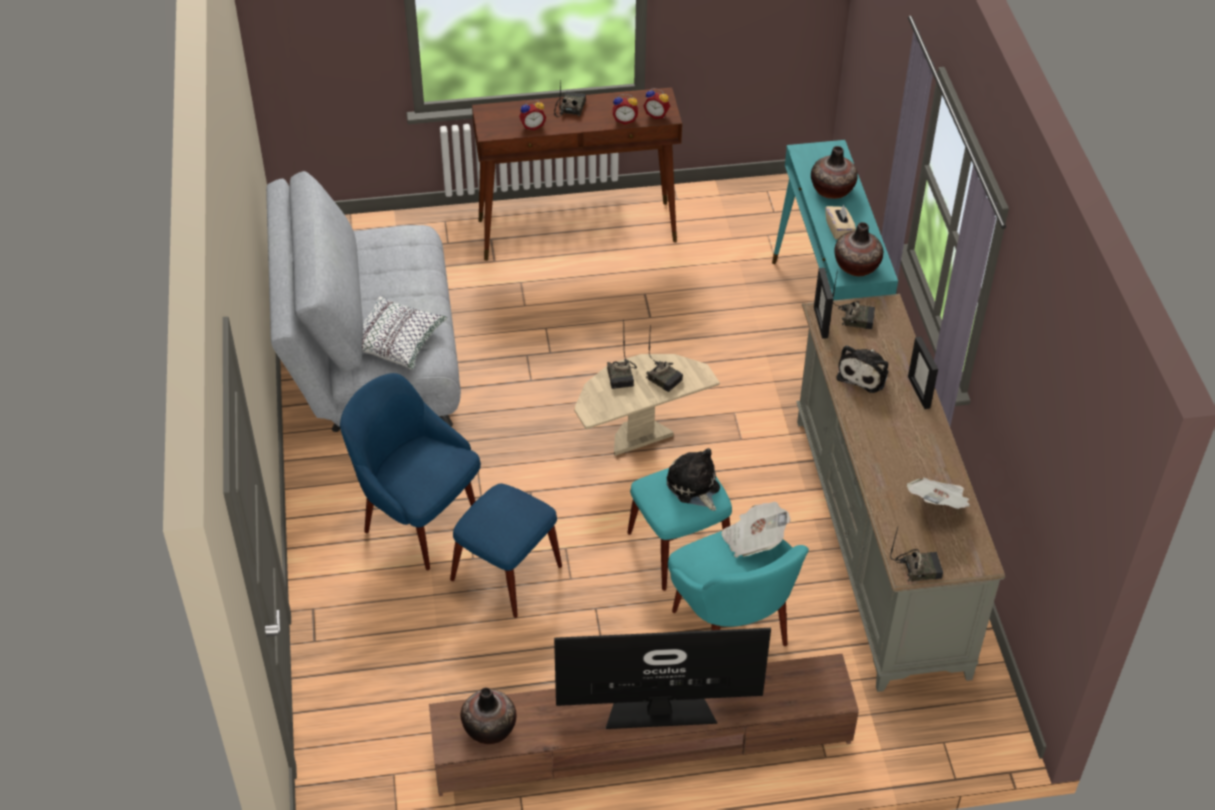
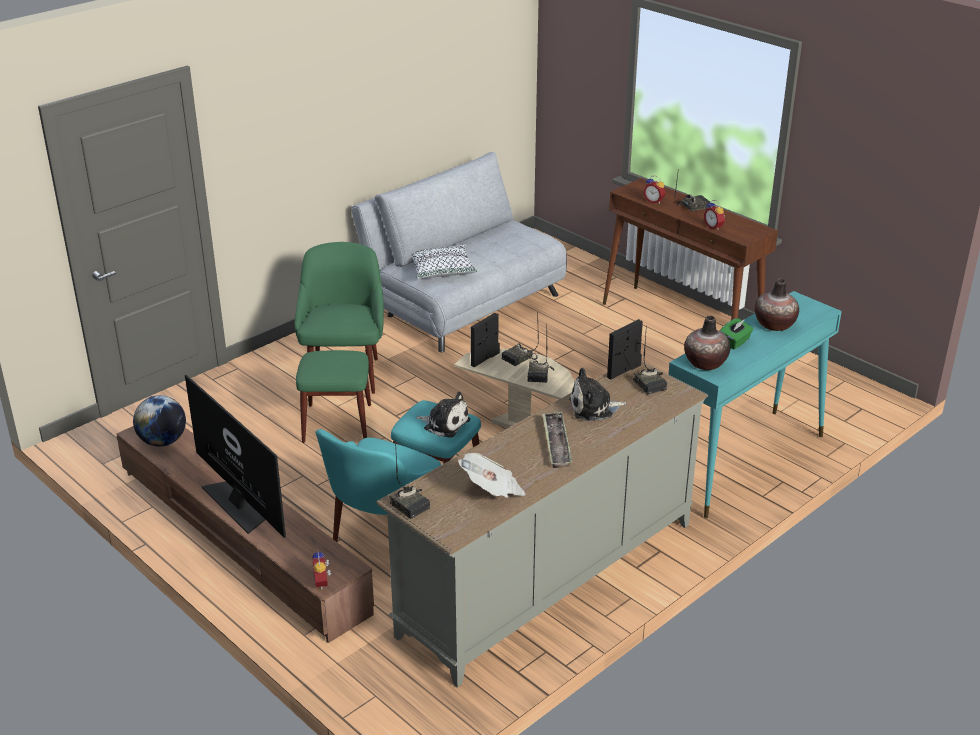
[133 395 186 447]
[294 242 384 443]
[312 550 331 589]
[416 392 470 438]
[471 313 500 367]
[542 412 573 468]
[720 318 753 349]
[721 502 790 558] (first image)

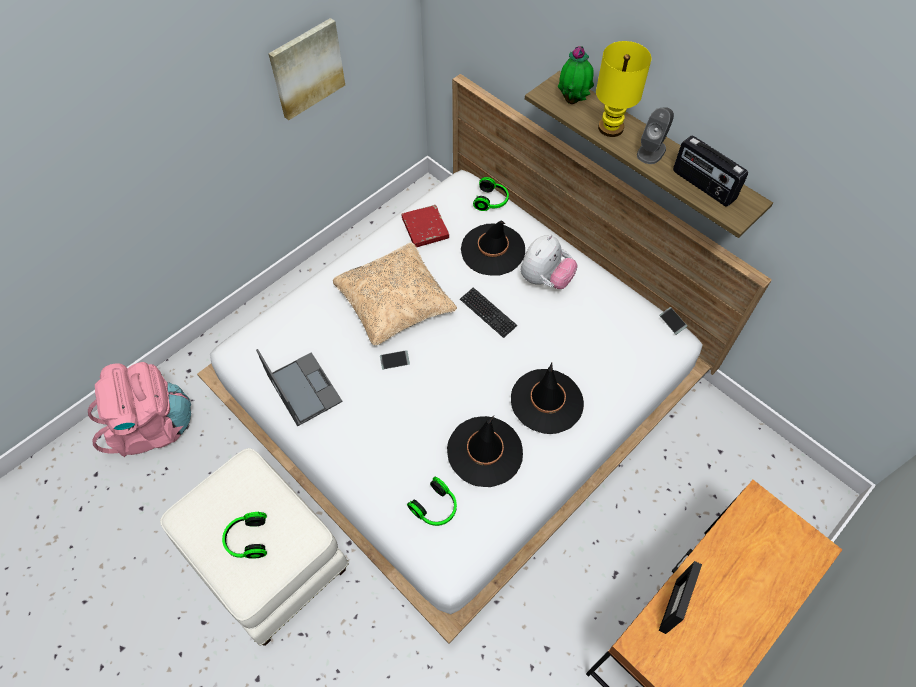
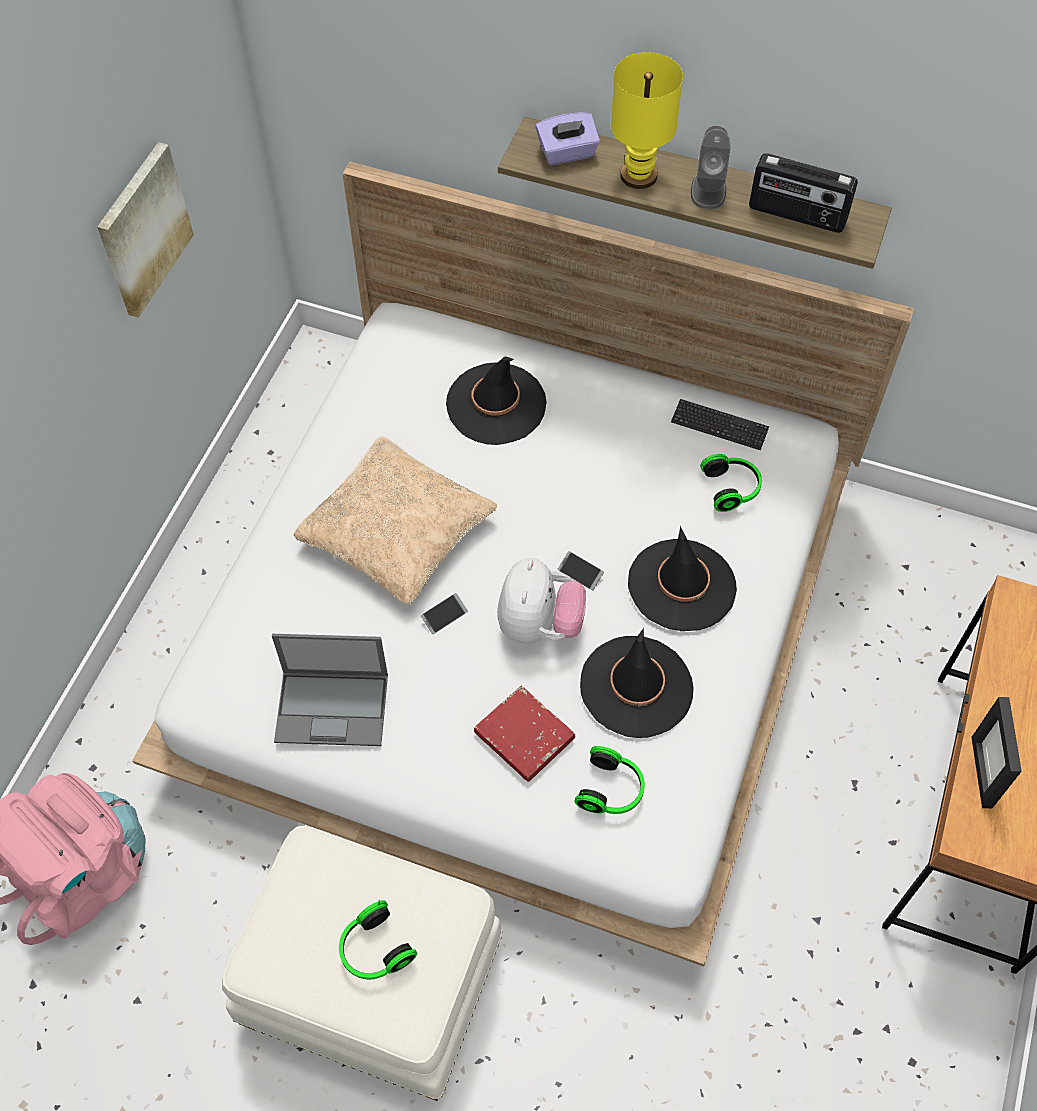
[272 634 388 746]
[474 685 575 782]
[497 558 586 643]
[536 112 600 165]
[558 551 604 590]
[671 399 769 450]
[700 454 762 512]

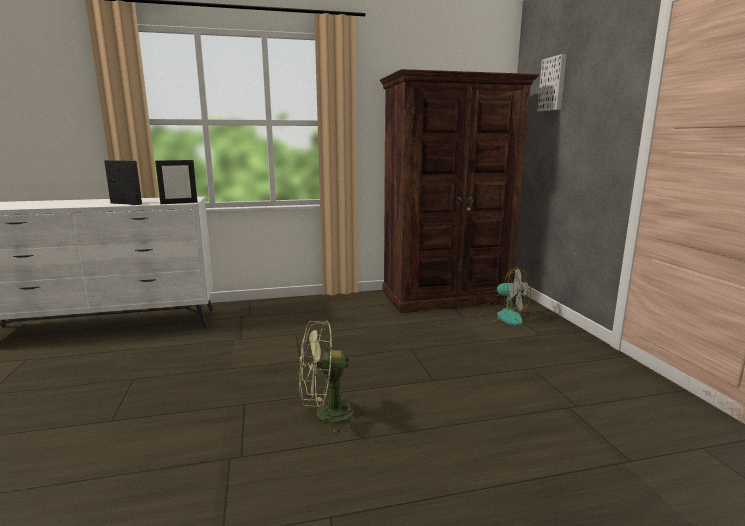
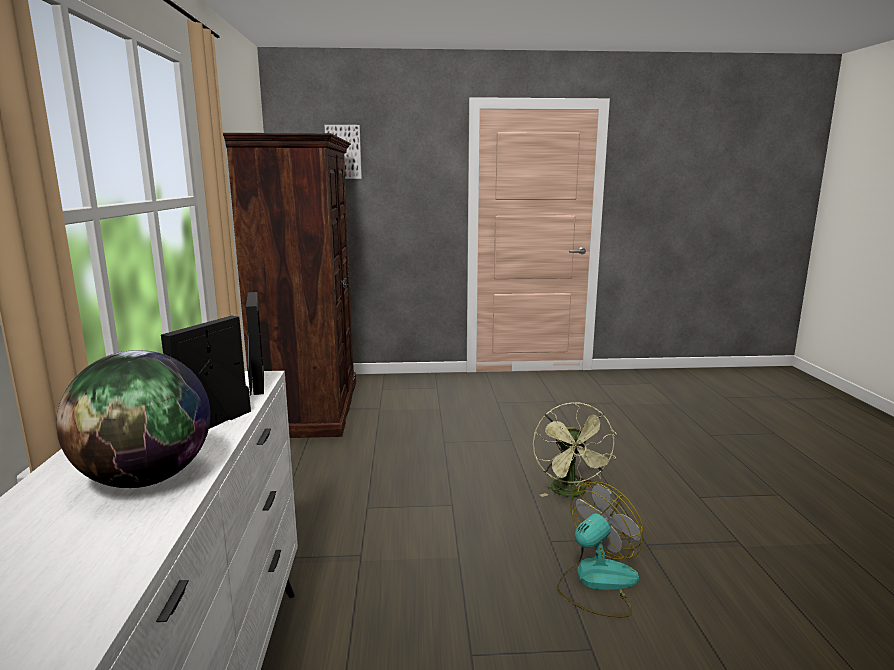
[56 350 210 488]
[557 482 644 617]

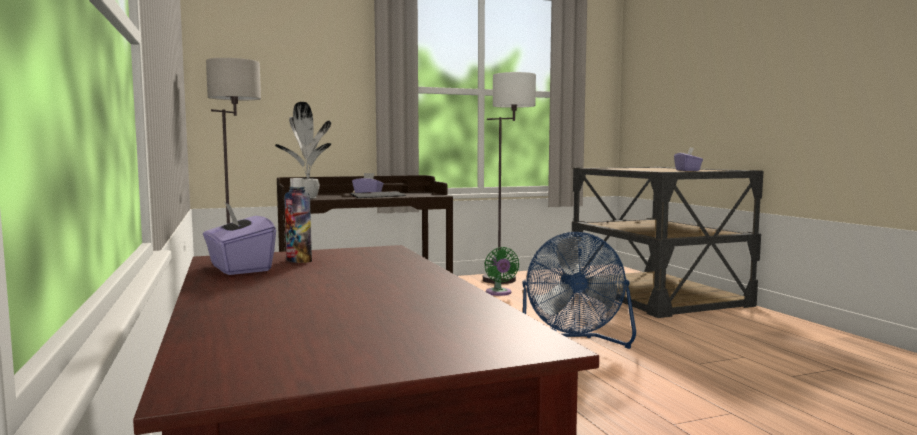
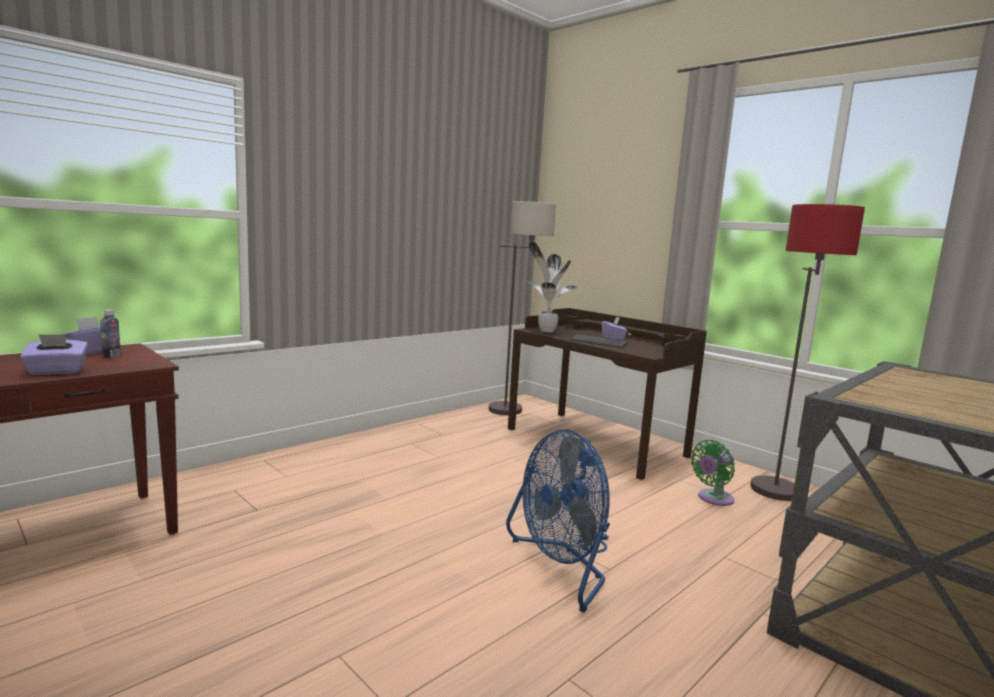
[20 334 88 375]
[750 204 865 501]

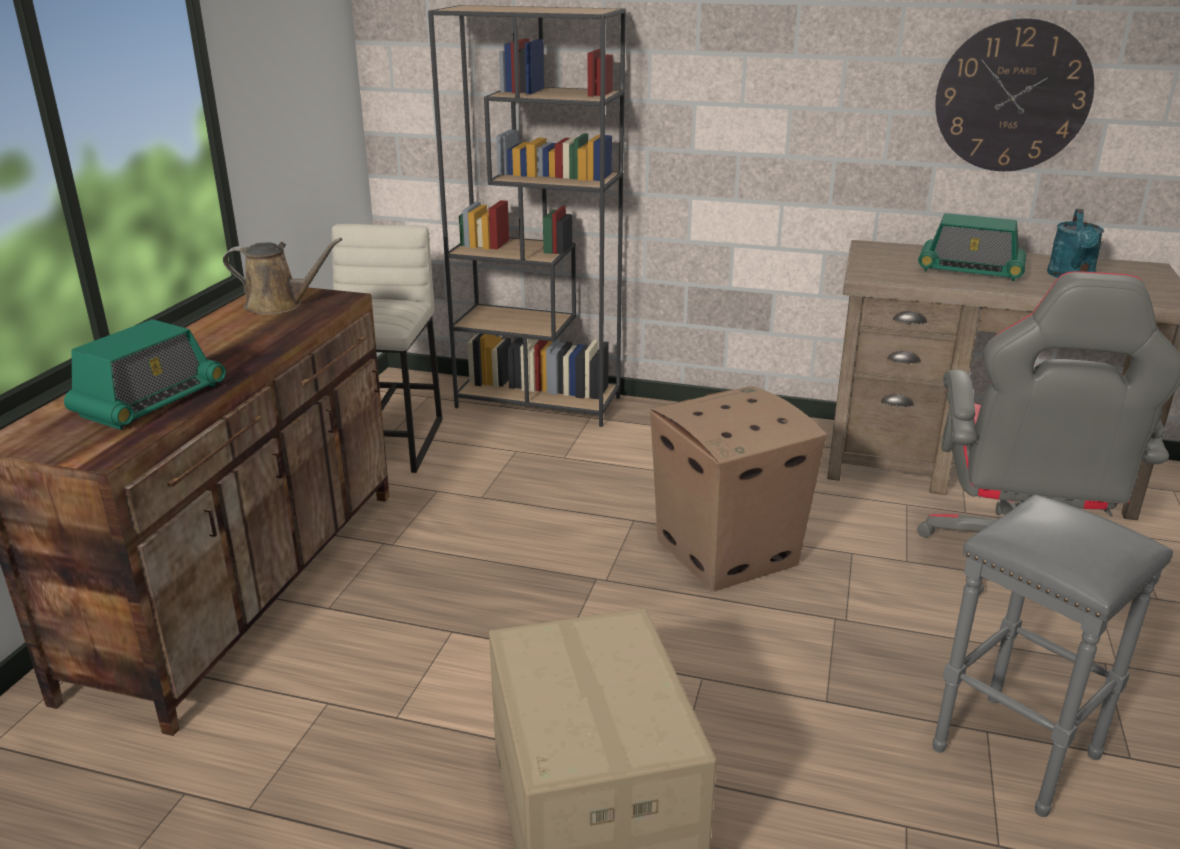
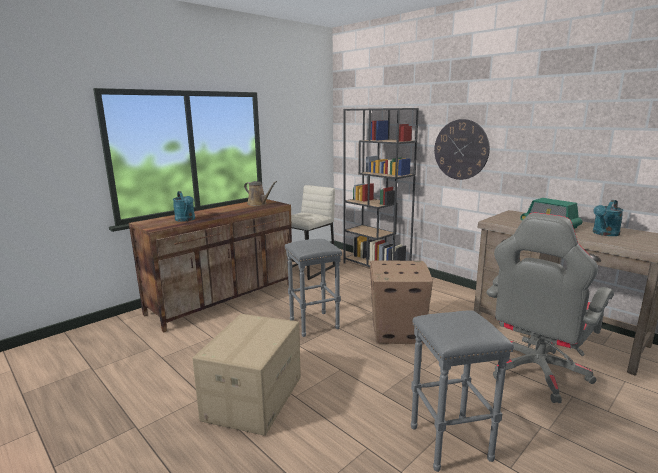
[173 191 195 222]
[285 239 342 337]
[434 119 490 180]

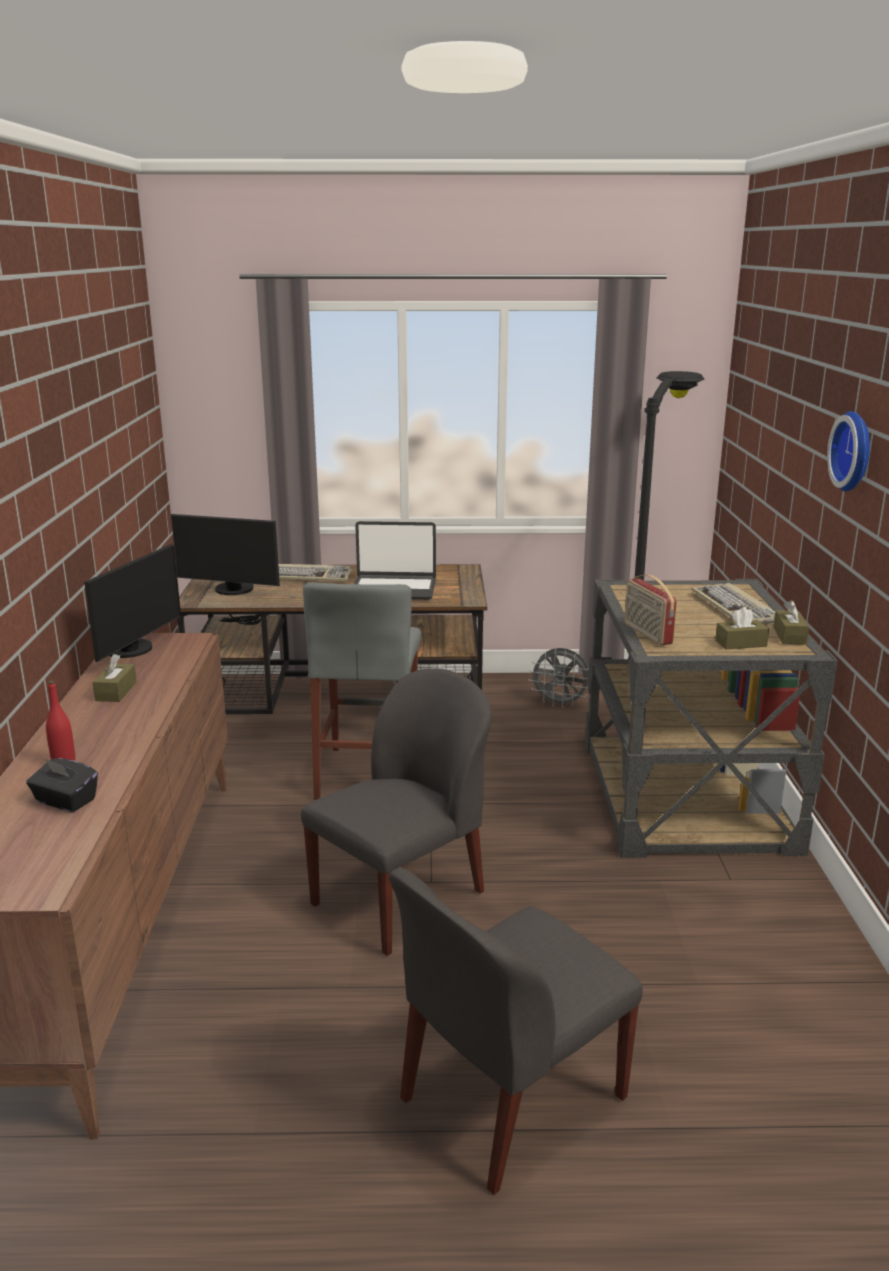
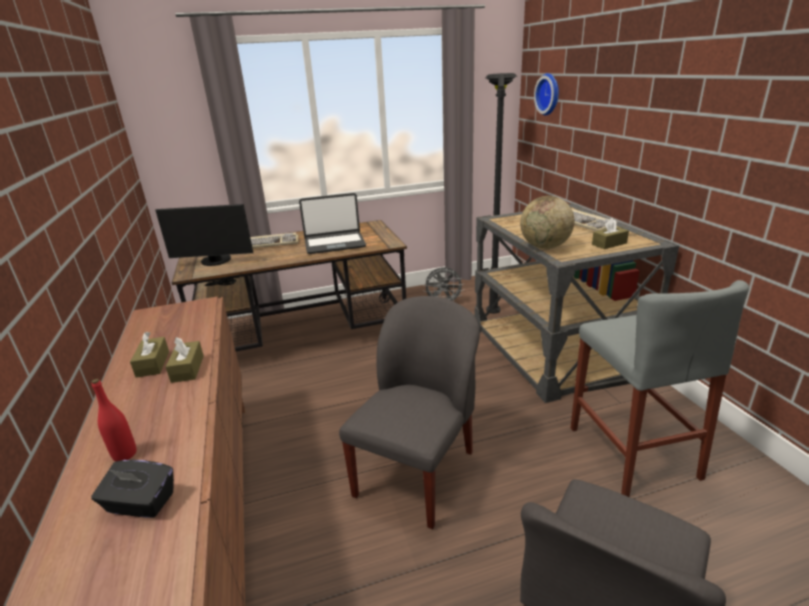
[166 337 204 383]
[520 196 574 249]
[534 73 559 116]
[571 280 749 497]
[84 544 181 662] (first image)

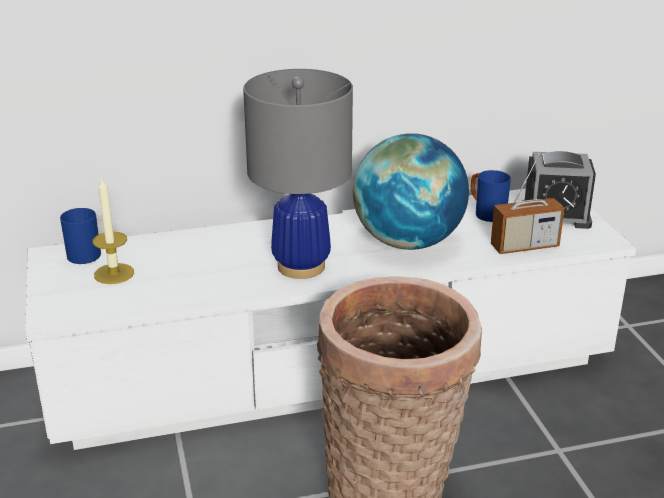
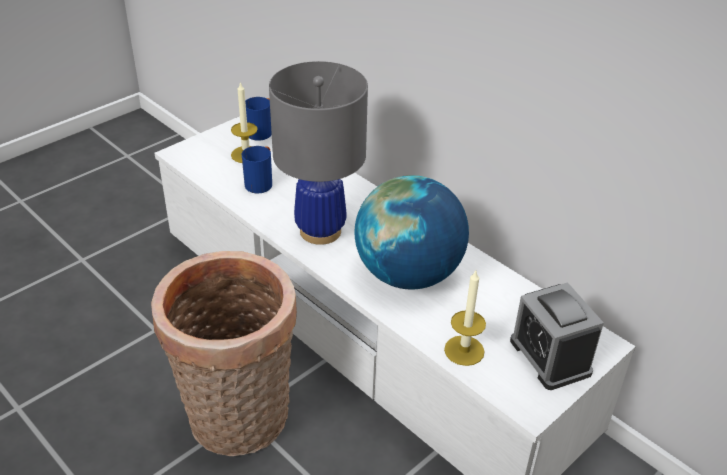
[242 146 272 193]
[444 271 486 366]

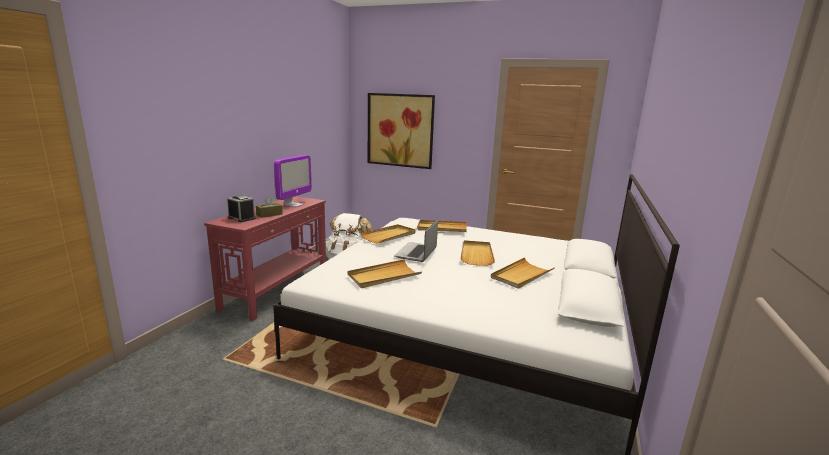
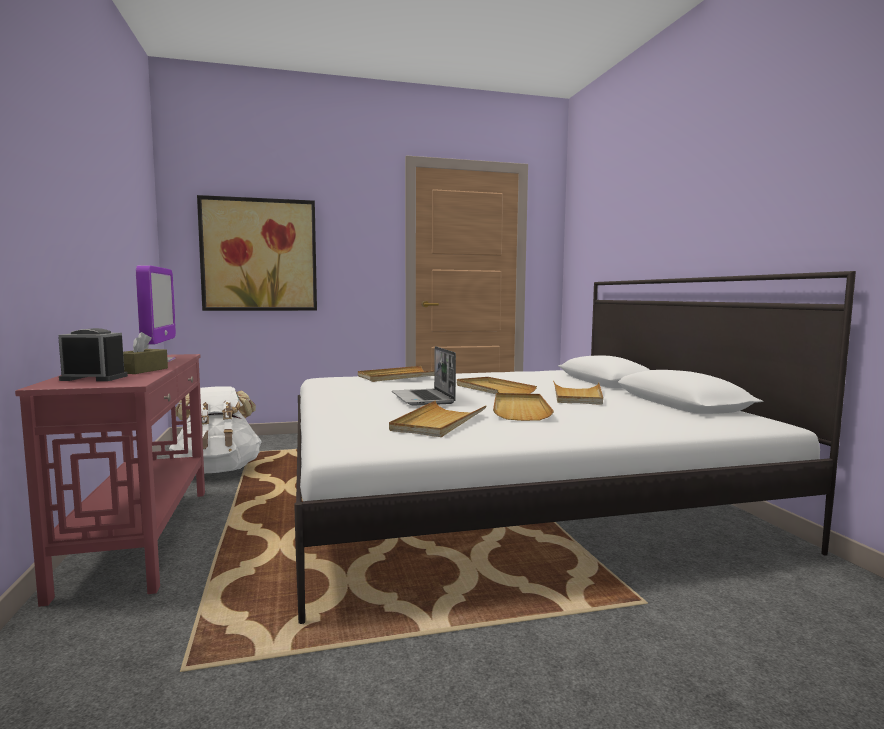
[493 393 554 421]

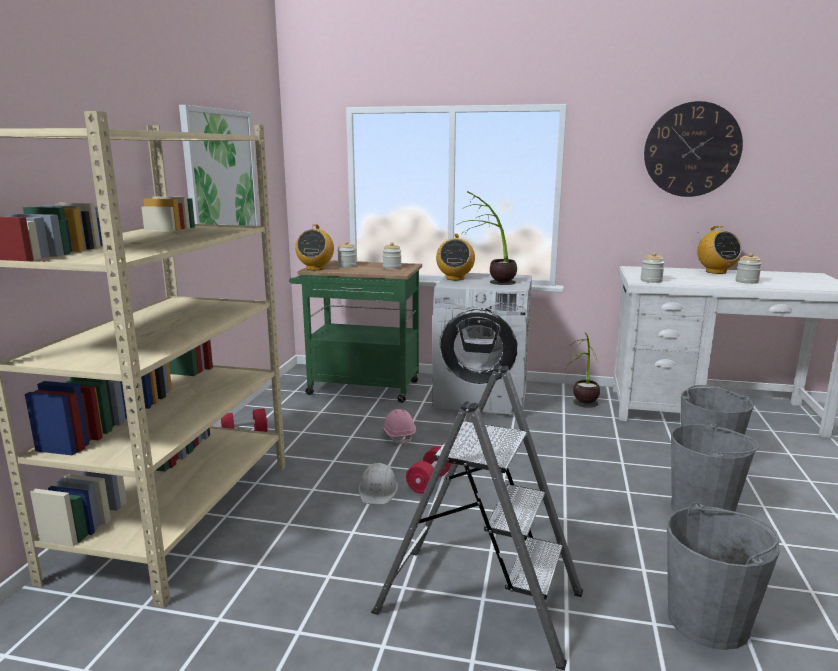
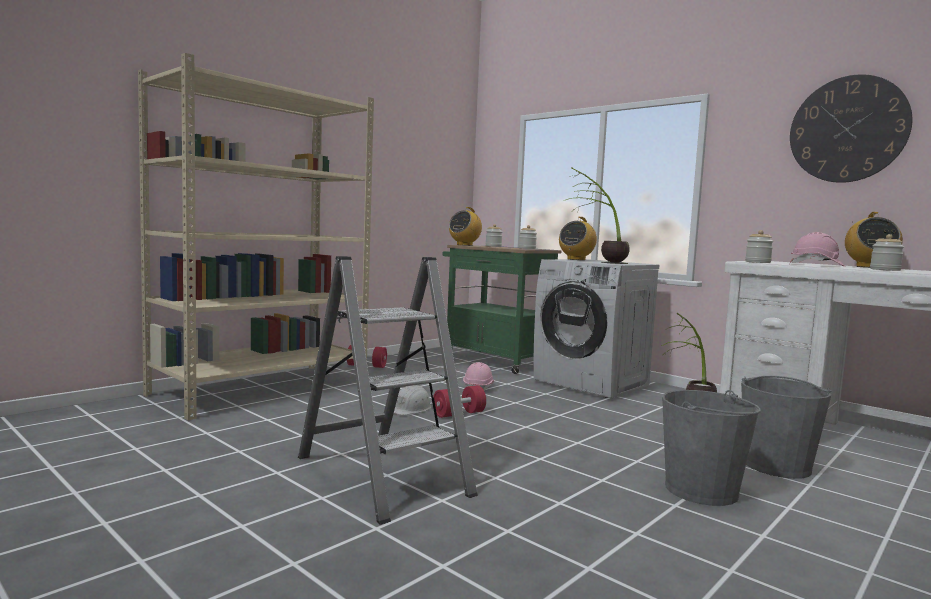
[790 232 846 267]
[179 105 260 226] (first image)
[667 502 780 650] (first image)

